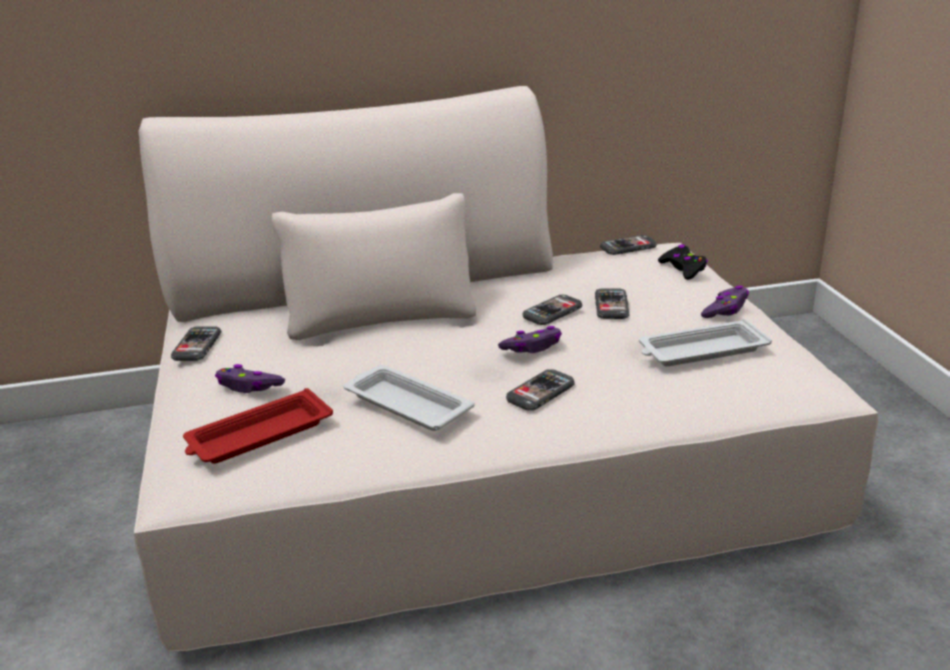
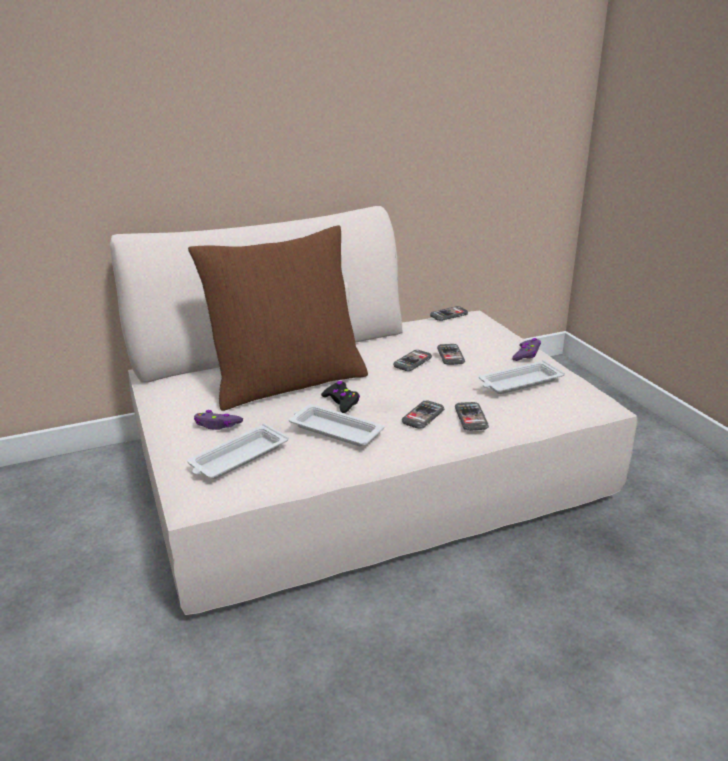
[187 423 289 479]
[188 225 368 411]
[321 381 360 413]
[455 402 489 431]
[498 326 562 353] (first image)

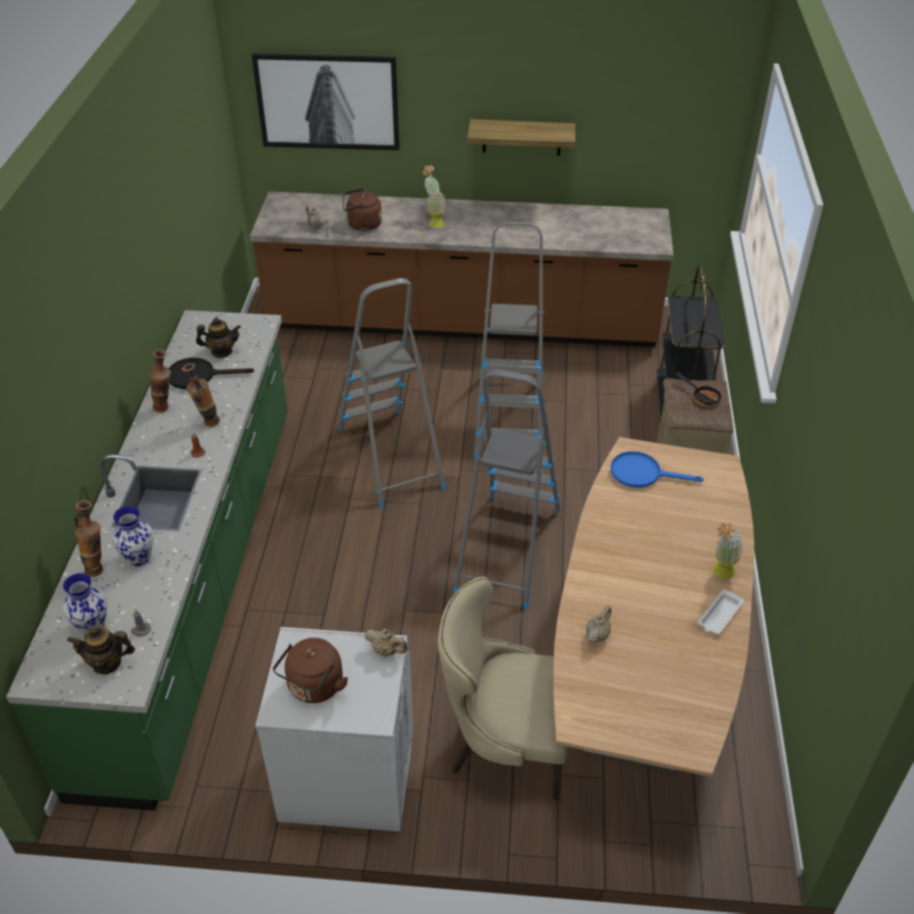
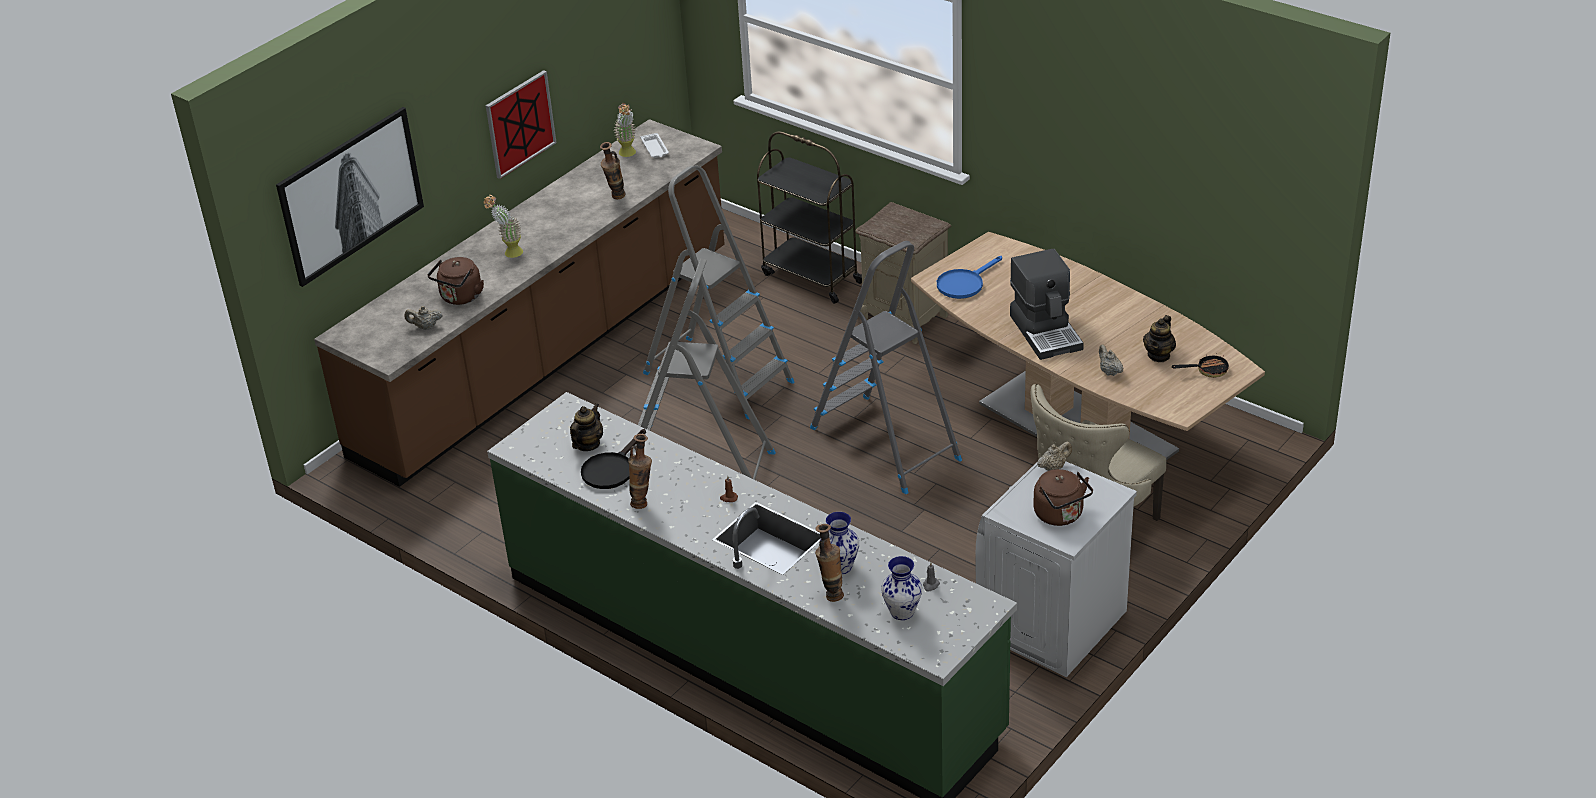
[486 70 557 179]
[600 142 625 199]
[614 103 636 157]
[641 133 669 158]
[1010 248 1084 360]
[1143 315 1176 362]
[1172 353 1229 378]

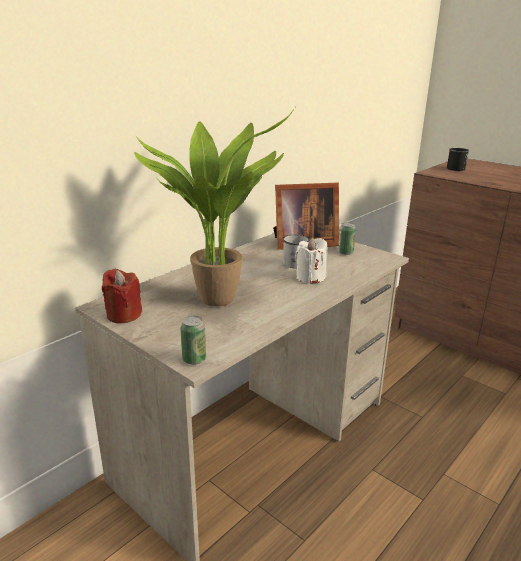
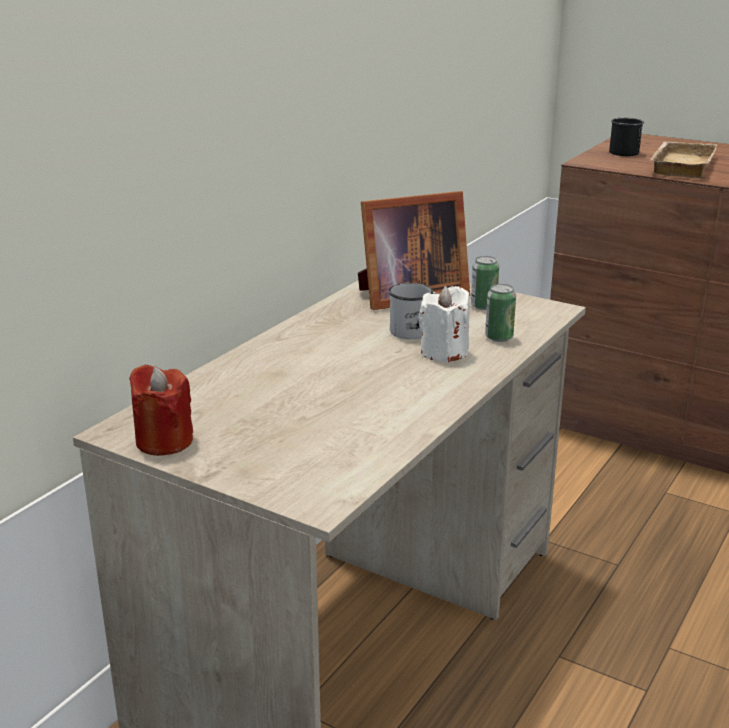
[485 284 516 342]
[650 142 718 178]
[134 108 295 307] (first image)

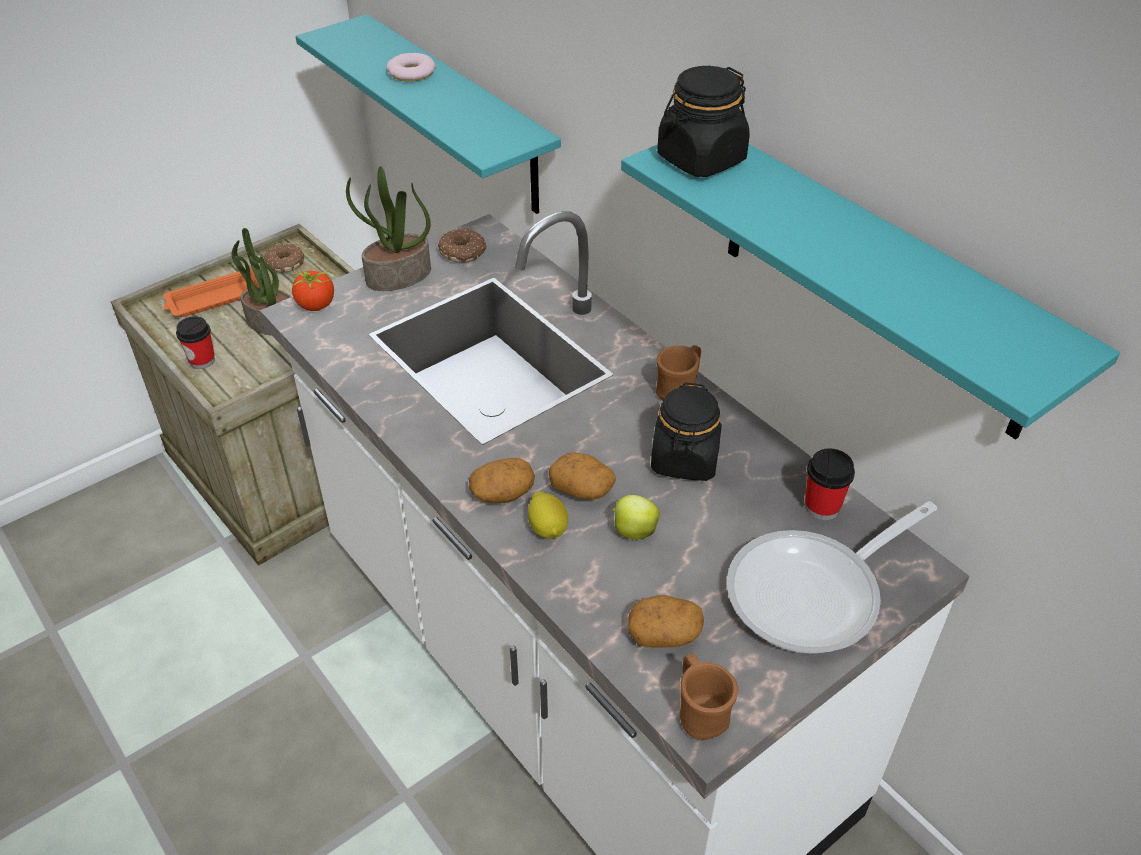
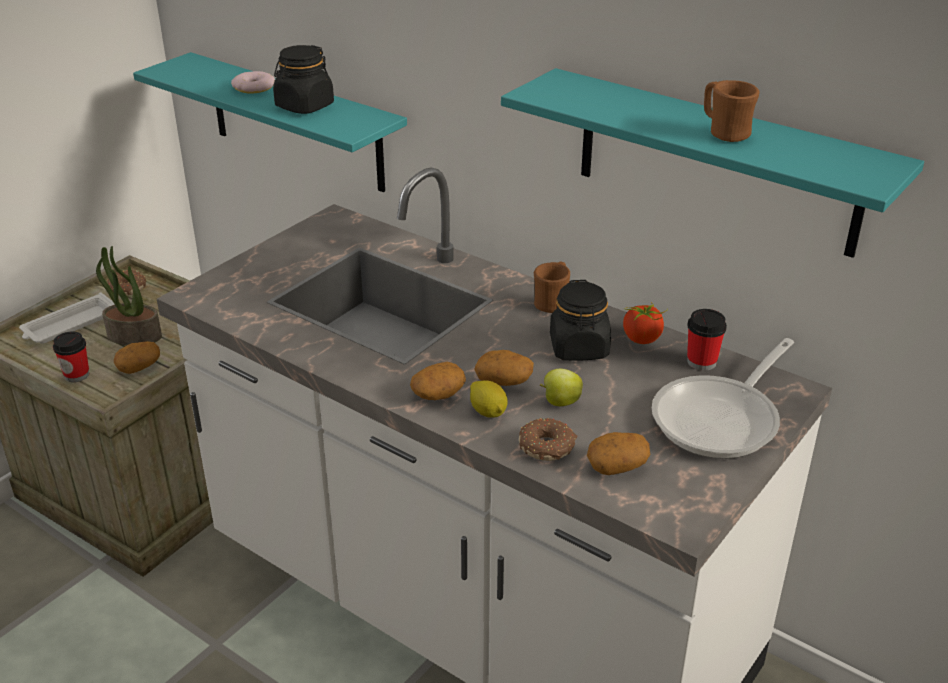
[19 293 115 344]
[114 341 160 374]
[273 45 334 114]
[519 418 578 461]
[623 302 668 344]
[704 80 759 142]
[346 166 431 291] (first image)

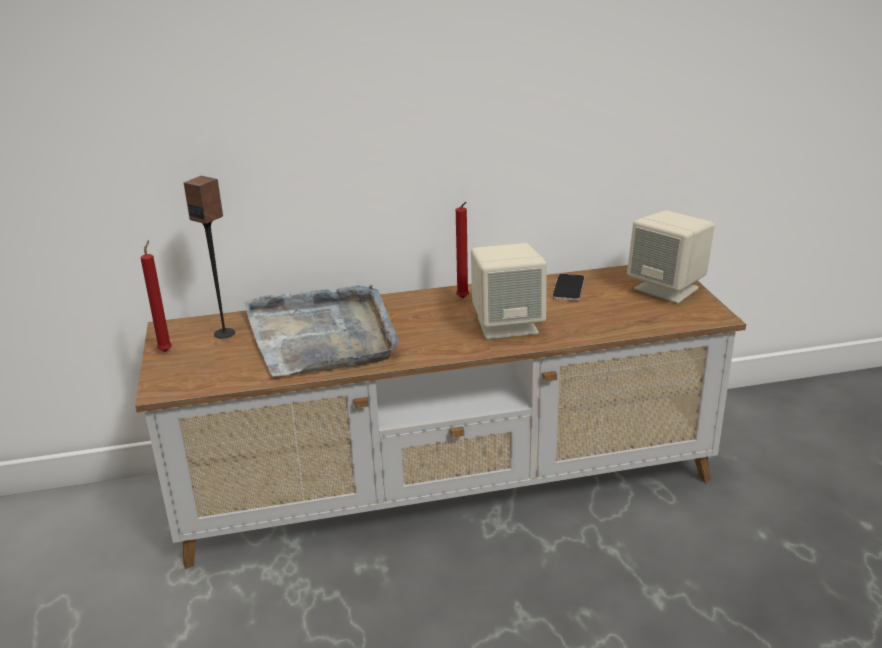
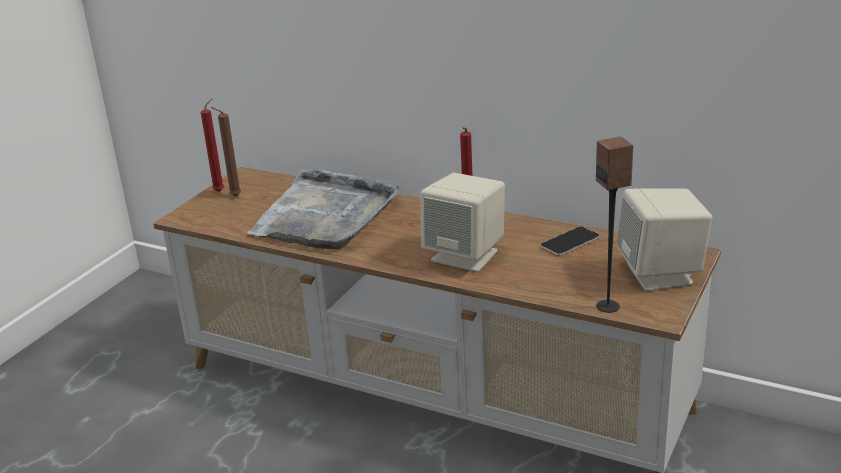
[211 107 241 197]
[596 137 633 313]

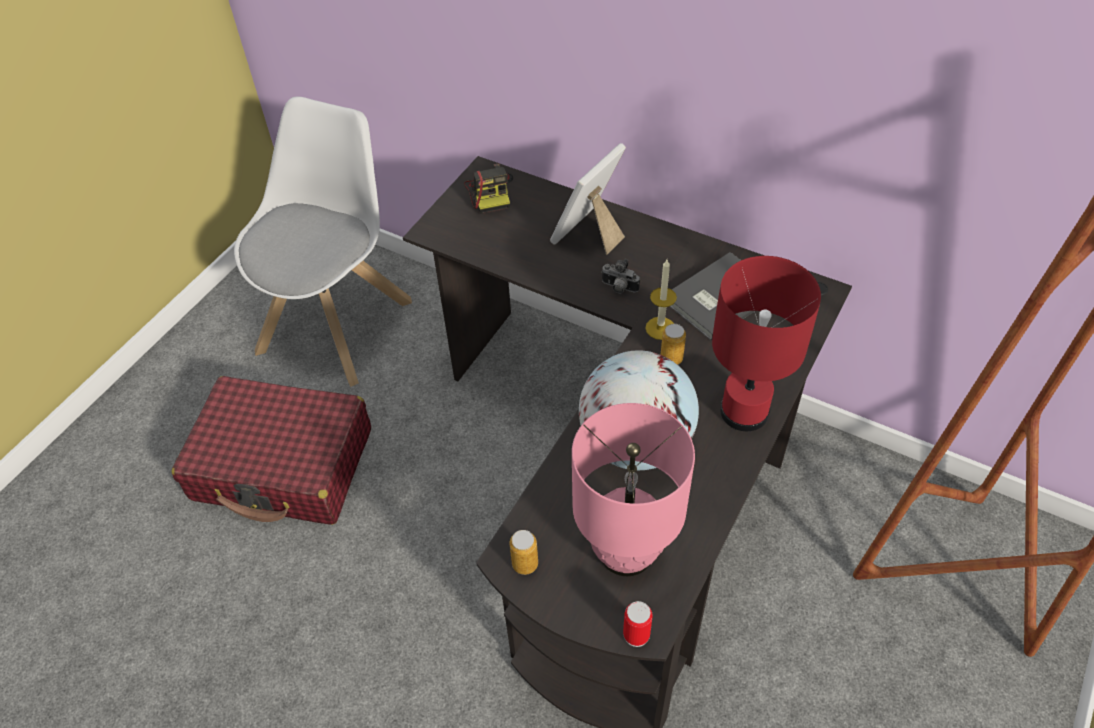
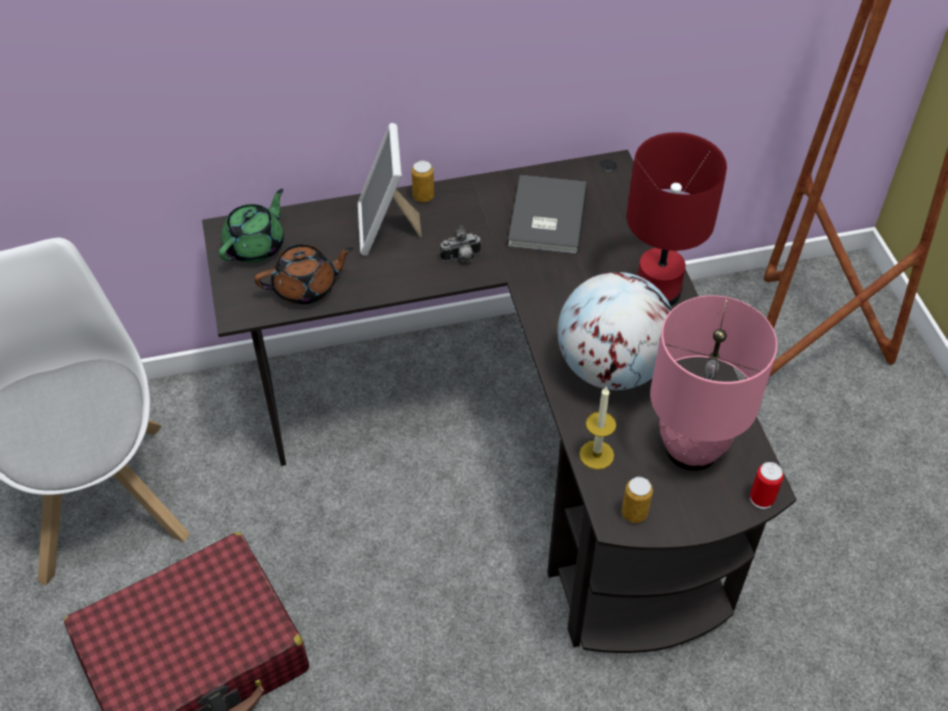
[219 189 284 262]
[254 244 354 305]
[412 161 434 202]
[579 386 617 470]

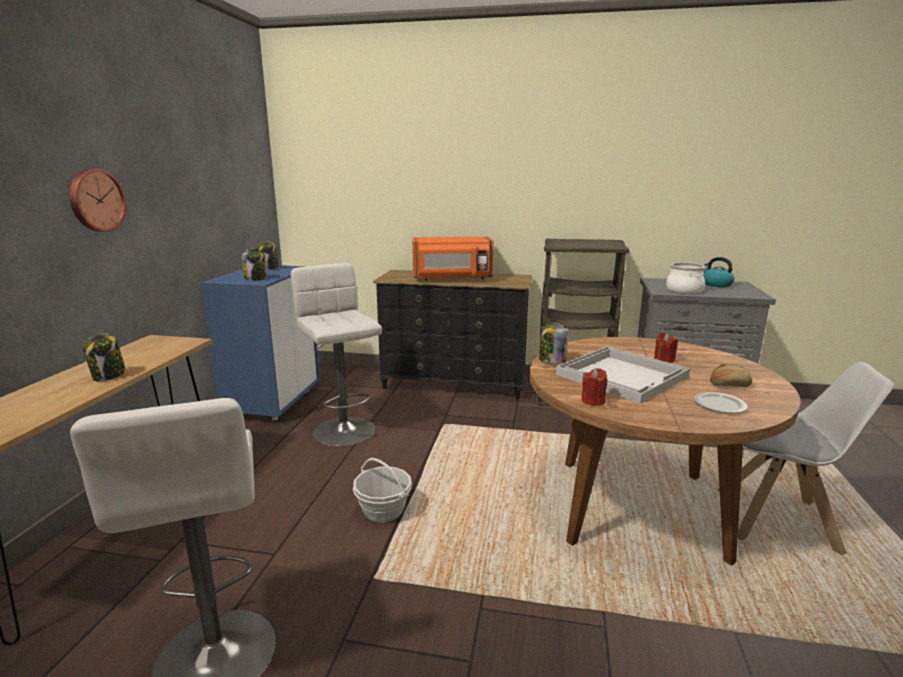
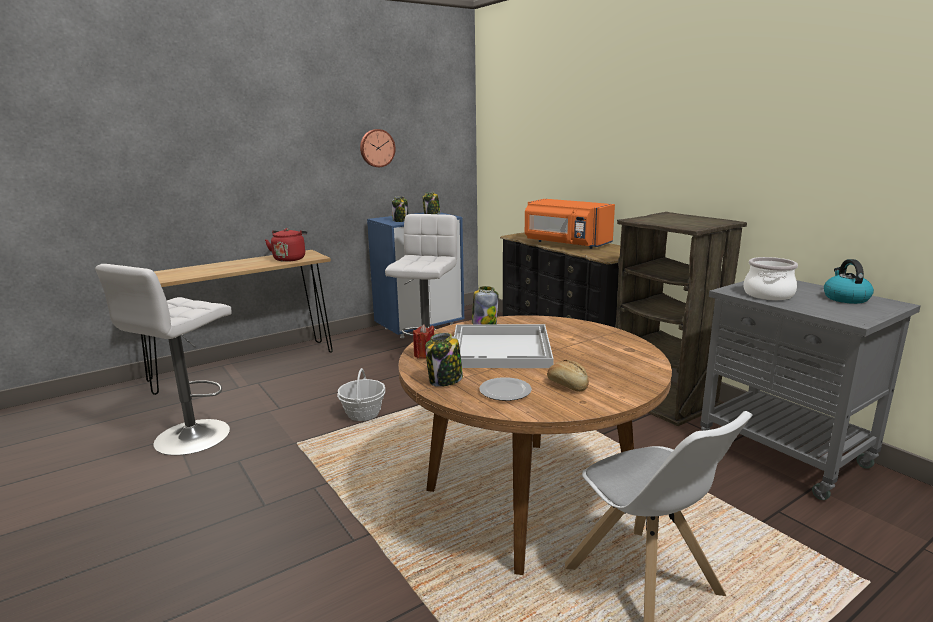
[265 228 307 262]
[360 129 396 167]
[425 333 463 387]
[654 333 678 363] (first image)

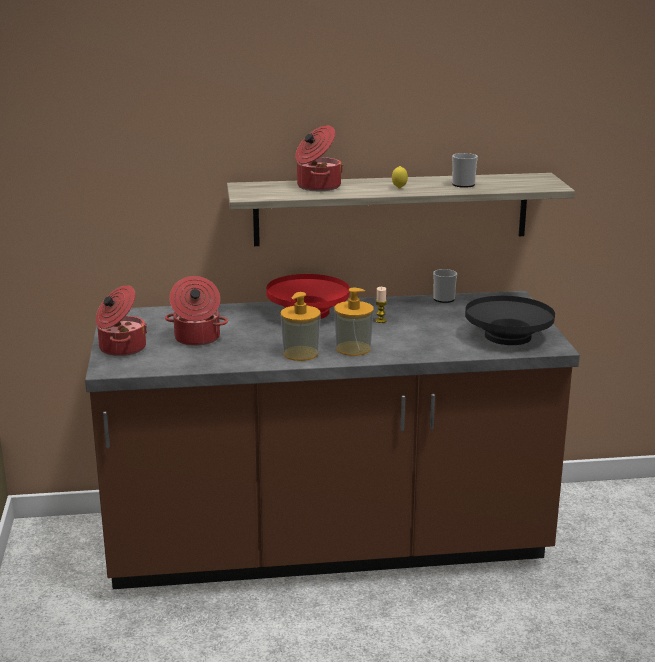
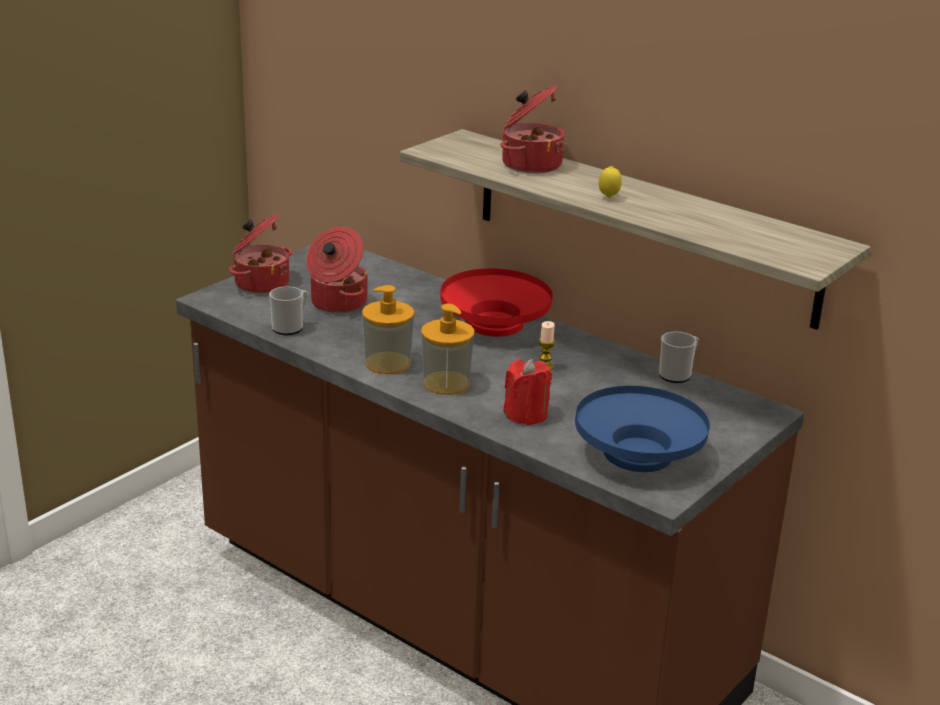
[269 286 308 335]
[503 359 552 425]
[575 386 710 472]

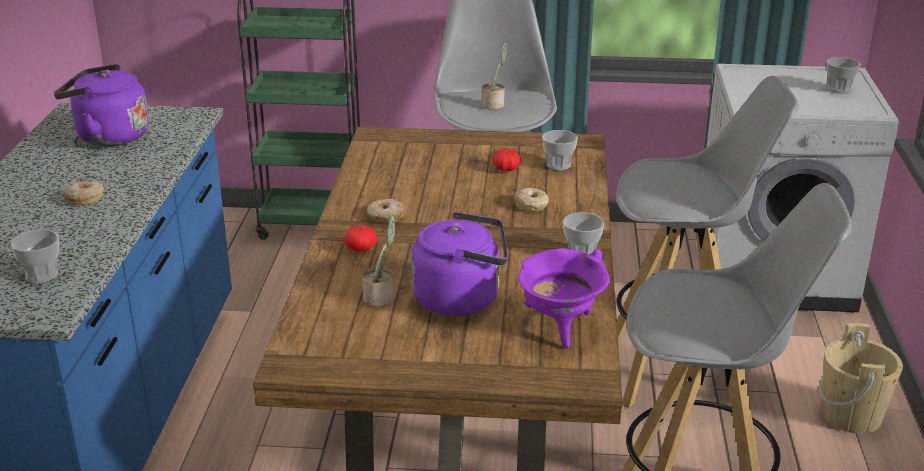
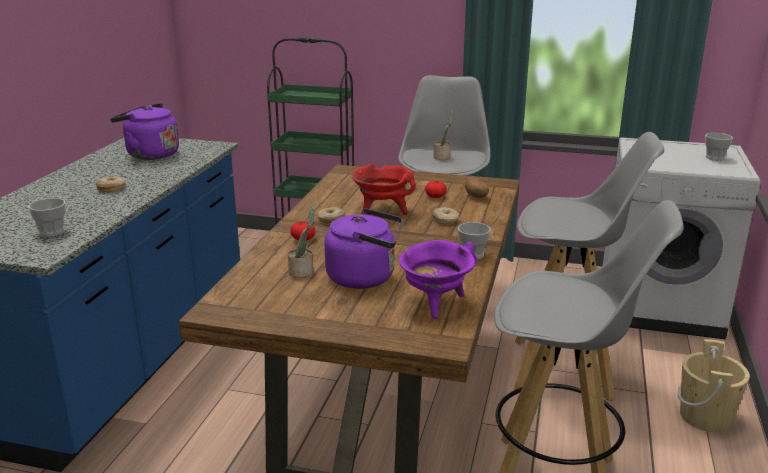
[352 164 416 215]
[465 177 489 198]

